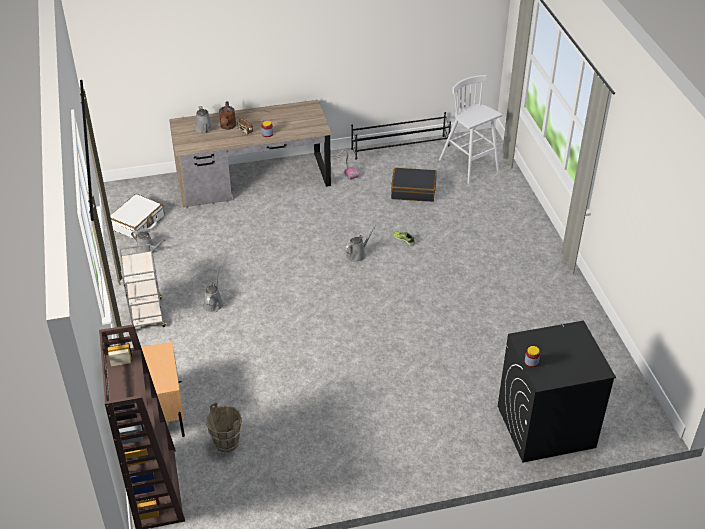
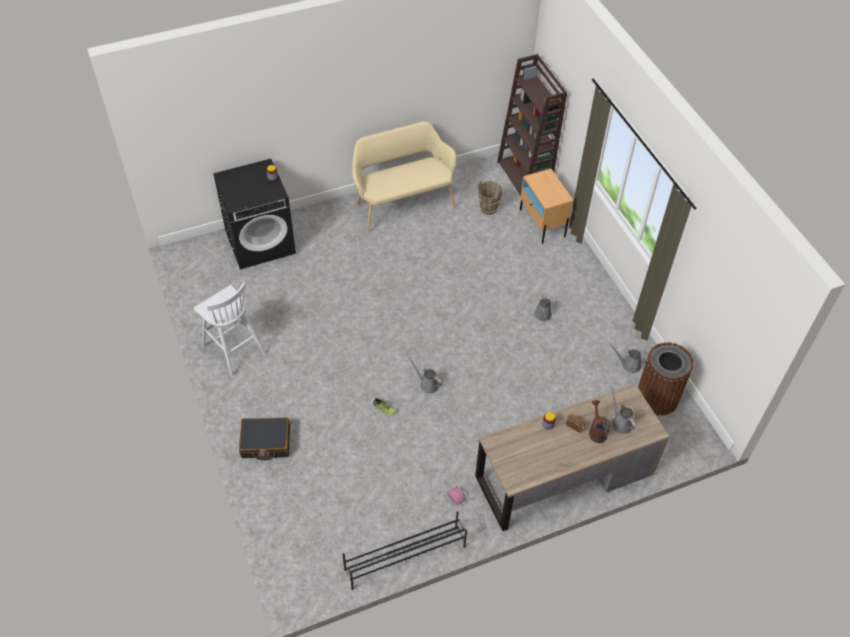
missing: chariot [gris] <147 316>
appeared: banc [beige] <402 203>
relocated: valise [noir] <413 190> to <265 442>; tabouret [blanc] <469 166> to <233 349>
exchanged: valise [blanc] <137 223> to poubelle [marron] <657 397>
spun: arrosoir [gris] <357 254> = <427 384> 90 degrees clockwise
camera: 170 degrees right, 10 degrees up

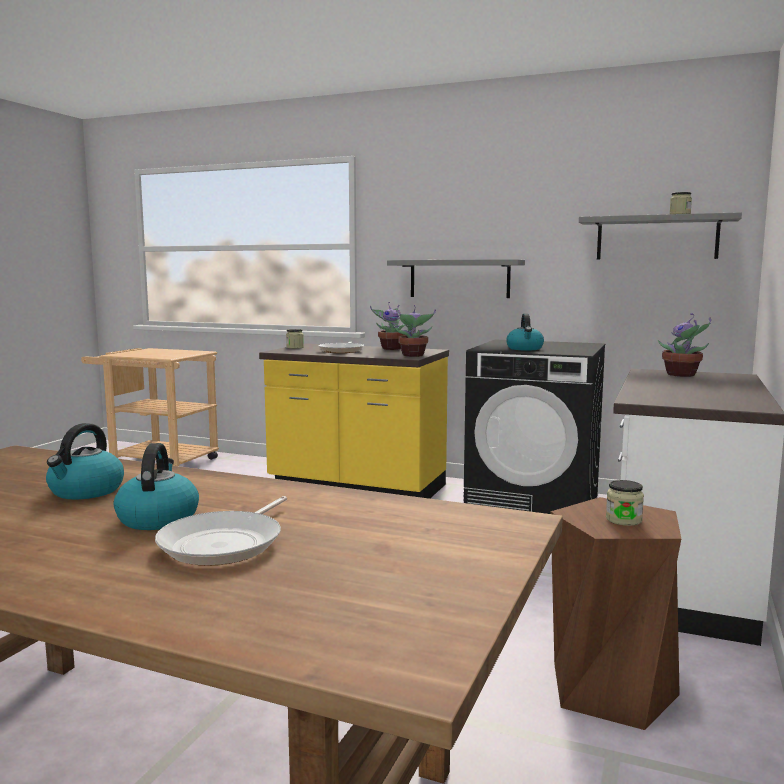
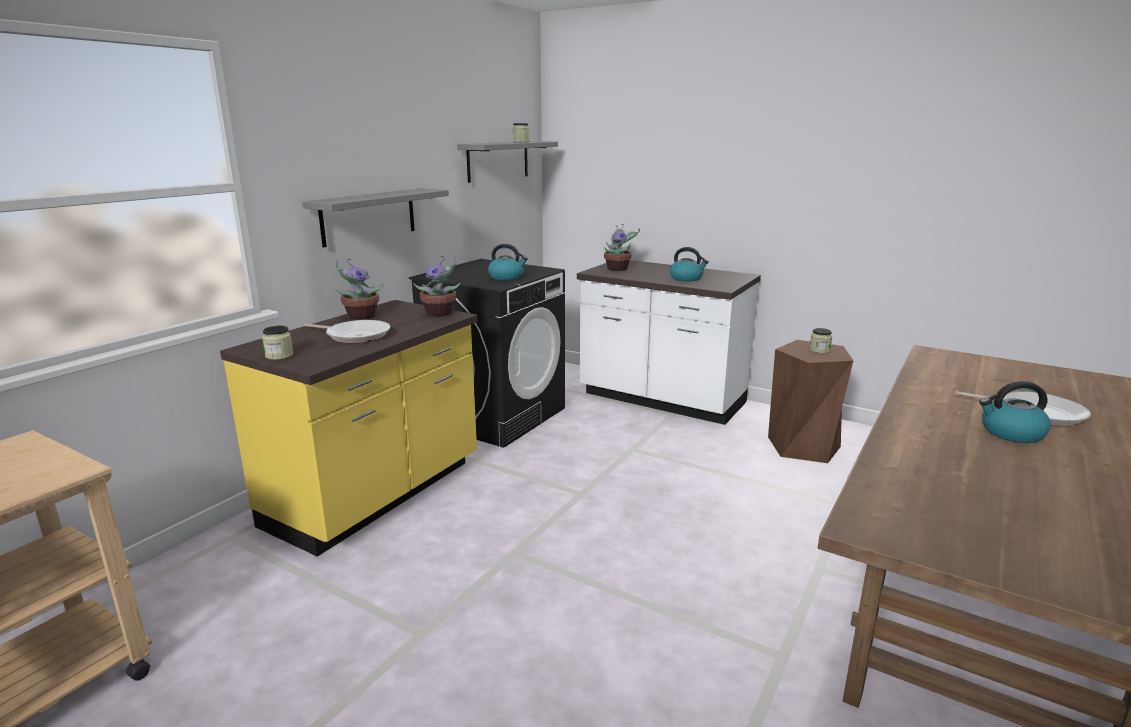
relocated: bouilloire <86 491> to <687 278>
camera: 80 degrees left, 10 degrees up

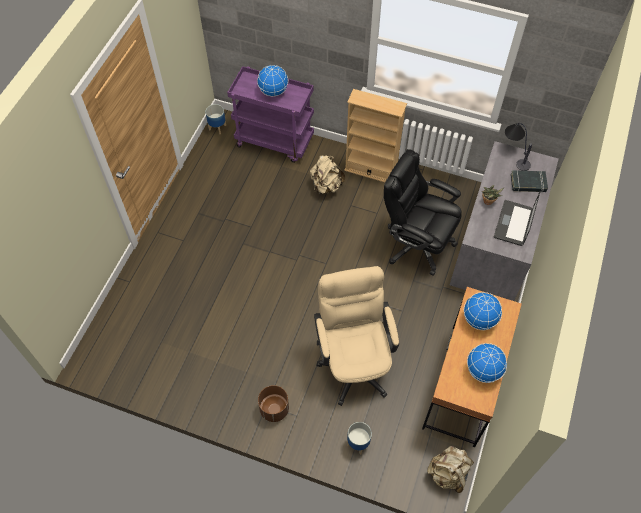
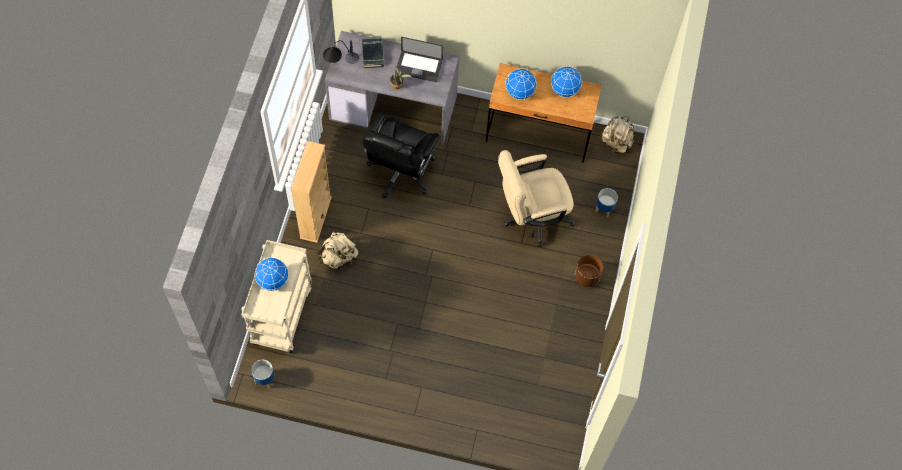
colour: chariot [violet] <275 141> to chariot [beige] <281 314>
camera: 100 degrees left, 5 degrees up

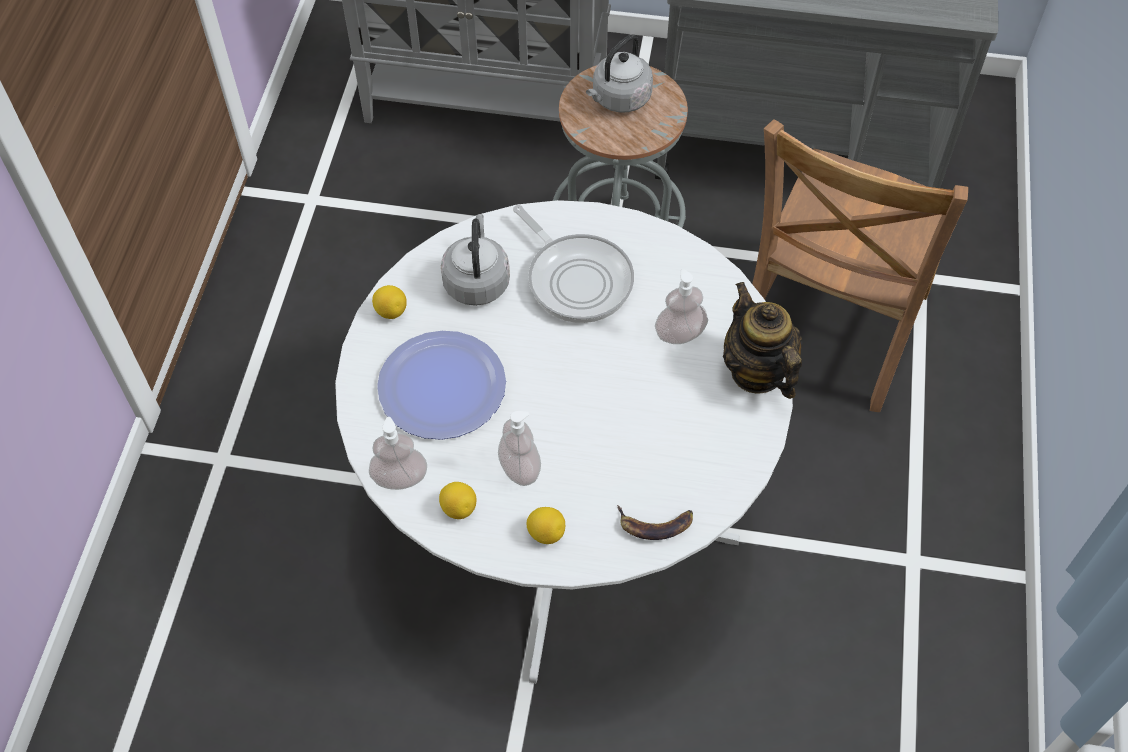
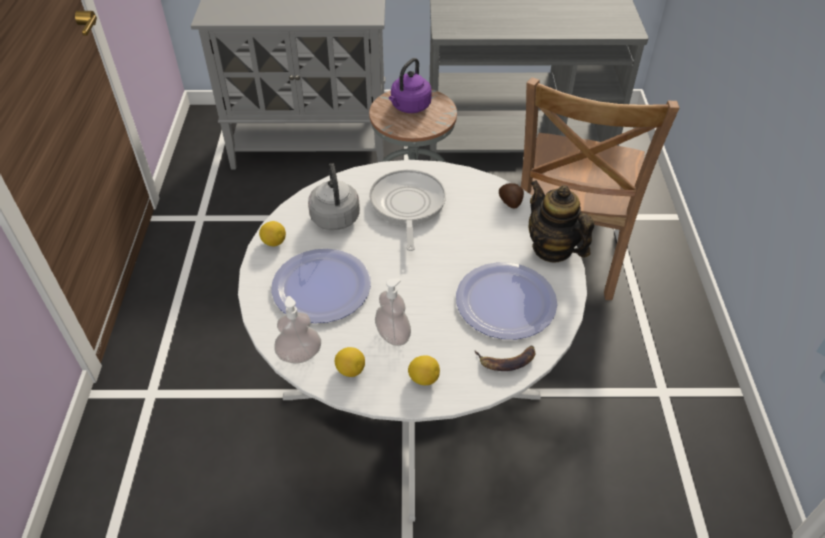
missing: distributeur de savon <680 334>
appeared: assiette <505 301>; pomme de terre <510 203>
colour: bouilloire [gris] <619 99> to bouilloire [violet] <409 107>
spun: poêle <576 278> = <407 206> 135 degrees counterclockwise
camera: 10 degrees left, 10 degrees down

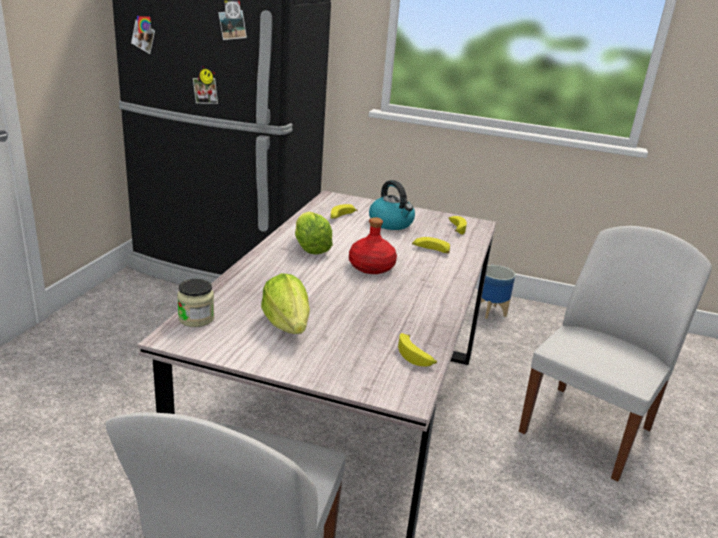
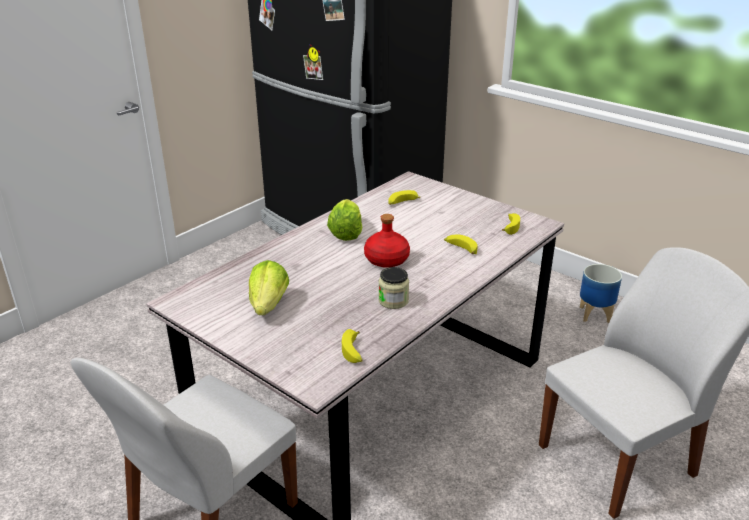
missing: bouilloire <391 223>
relocated: bocal <196 318> to <393 301>
camera: 25 degrees right, 5 degrees up

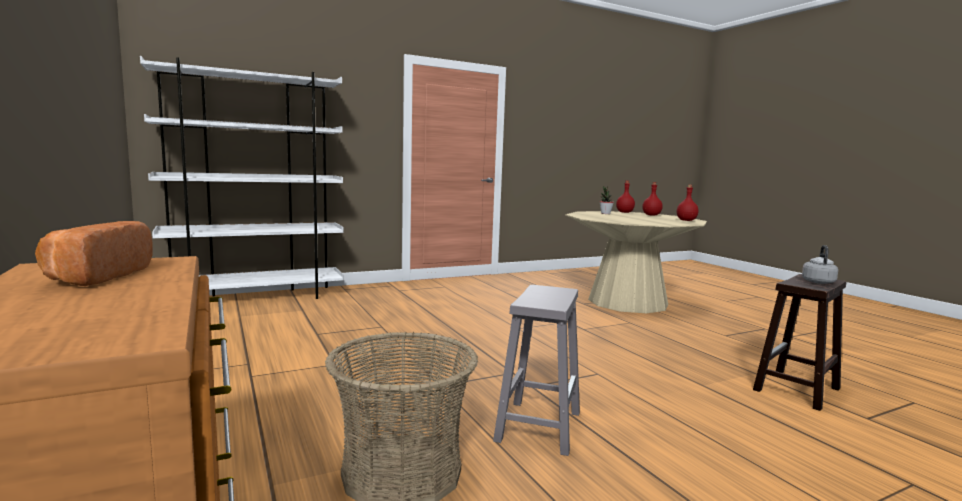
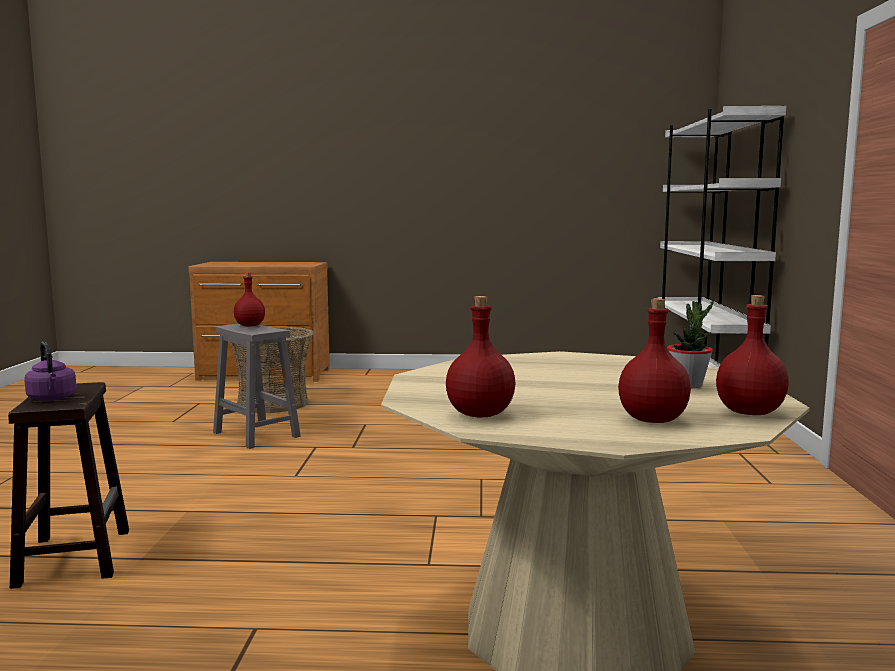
missing: pain <95 276>
appeared: bouteille [rouge] <249 326>
colour: bouilloire [gris] <818 281> to bouilloire [violet] <52 398>
camera: 120 degrees right, 0 degrees up

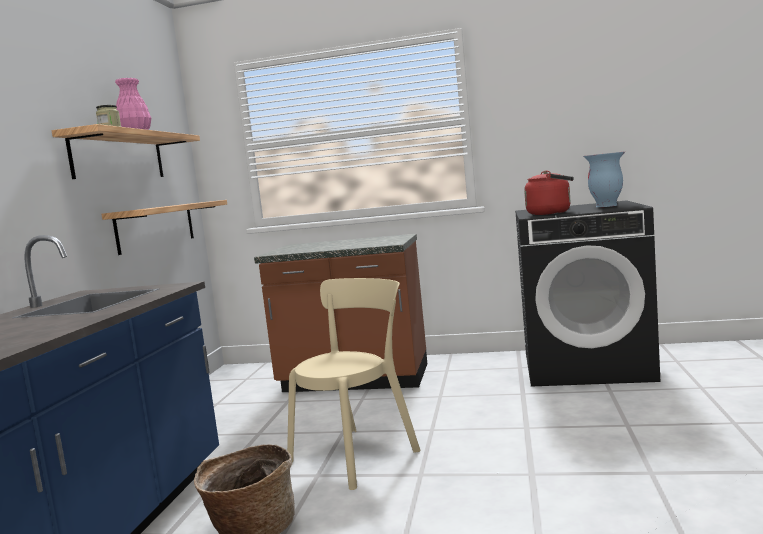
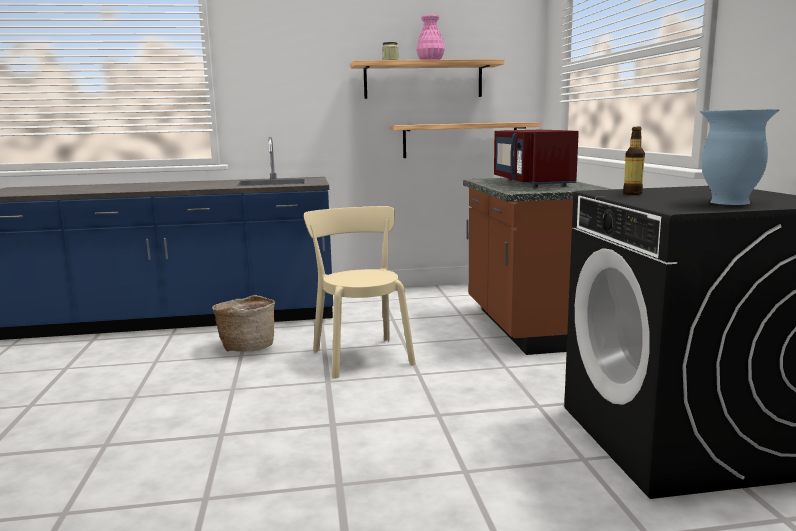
appeared: micro-ondes [rouge] <531 183>
exchanged: bouilloire [rouge] <551 213> to bouteille <632 194>
spun: chaise [beige] <358 454> = <361 355> 135 degrees counterclockwise
camera: 70 degrees right, 5 degrees up

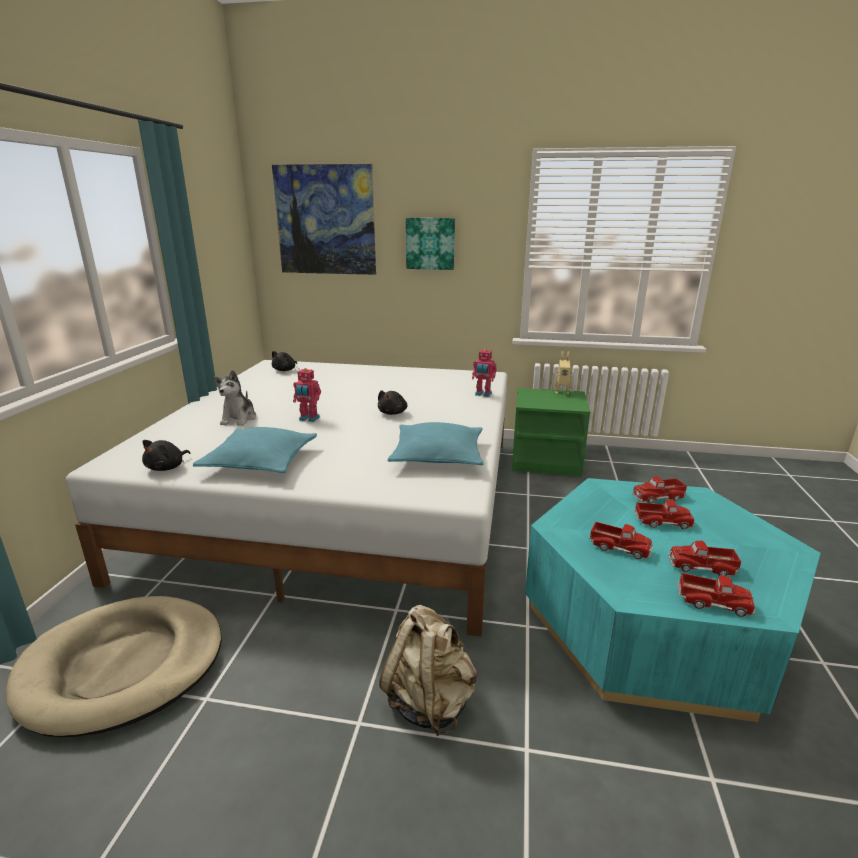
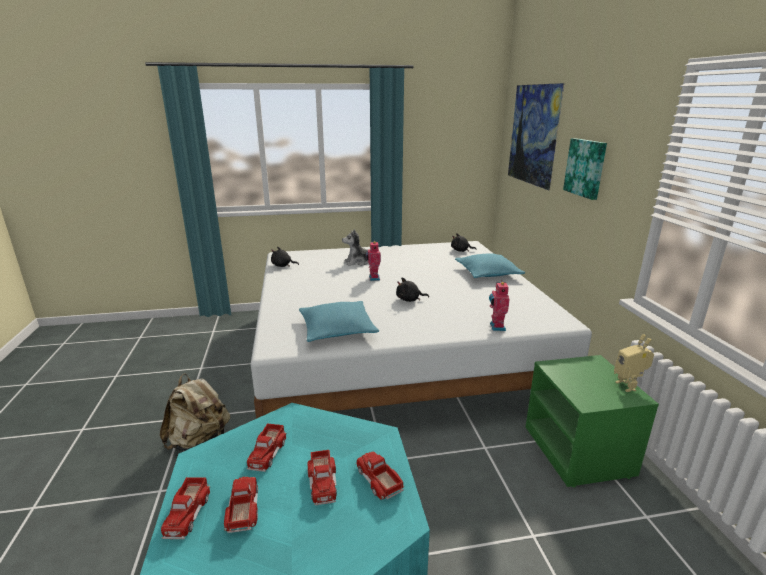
missing: panier pour chien [beige] <123 667>
relocated: coussin [turquoise] <260 461> to <487 273>
camera: 70 degrees right, 0 degrees up

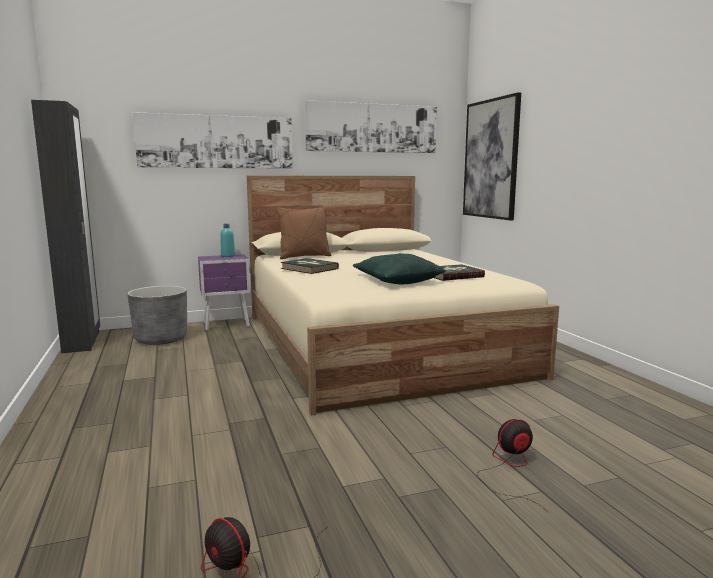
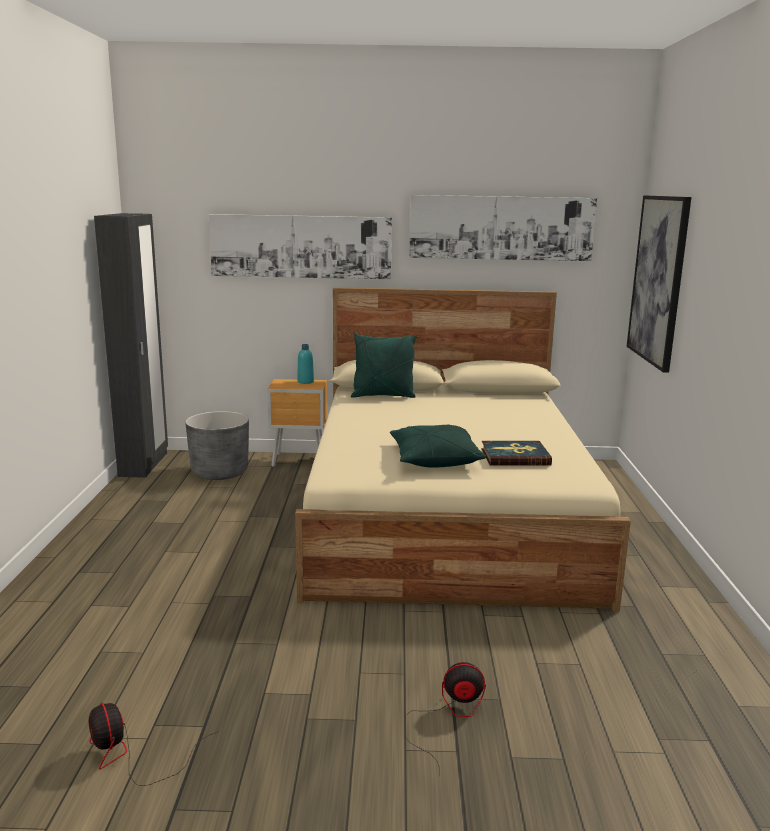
missing: livre <309 268>
colour: table de chevet [violet] <227 325> to table de chevet [marron] <300 461>; coussin [marron] <304 257> to coussin [vert] <383 396>
camera: 20 degrees right, 5 degrees up

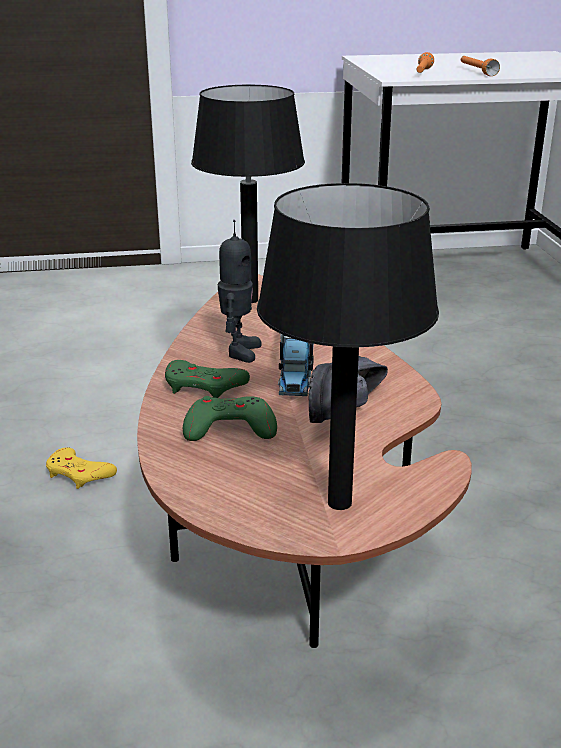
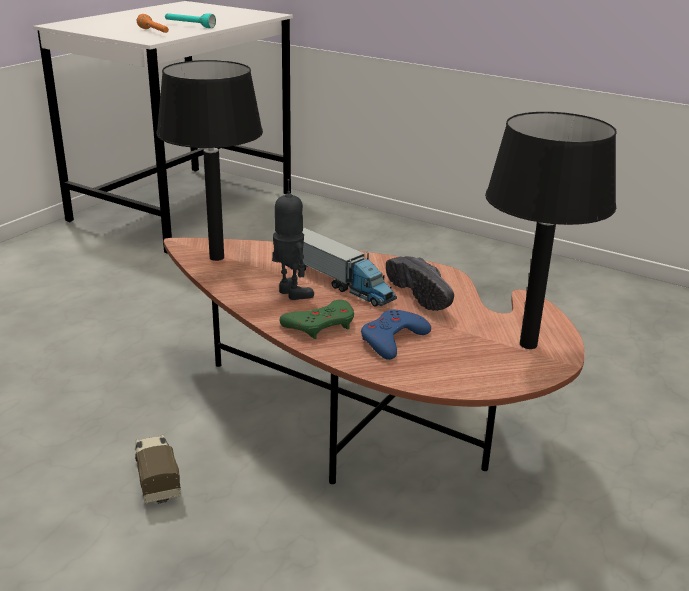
exchanged: manette [jaune] <79 473> to camion jouet <157 477>
colour: manette [vert] <229 427> to manette [bleu] <392 339>; lampe de poche [orange] <476 71> to lampe de poche [turquoise] <189 25>
camera: 50 degrees left, 0 degrees up

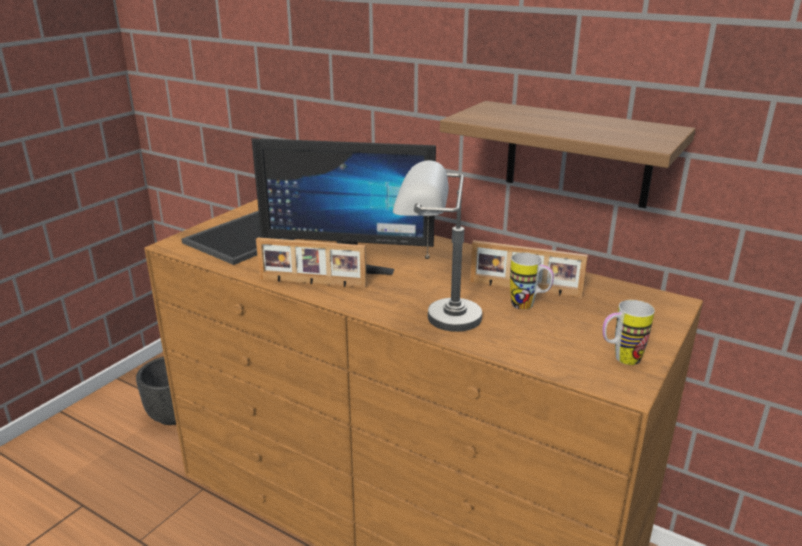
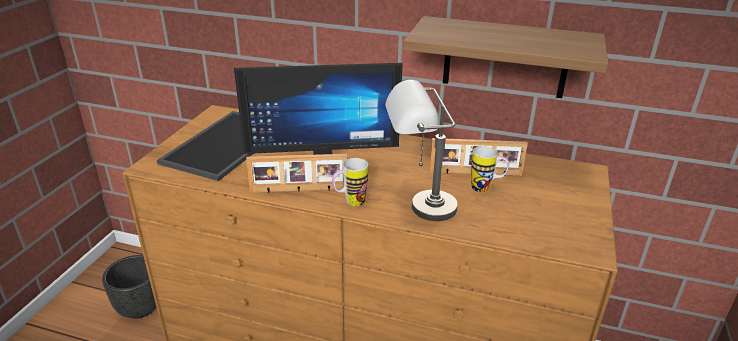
relocated: mug <620 359> to <350 203>
camera: 15 degrees left, 5 degrees up

